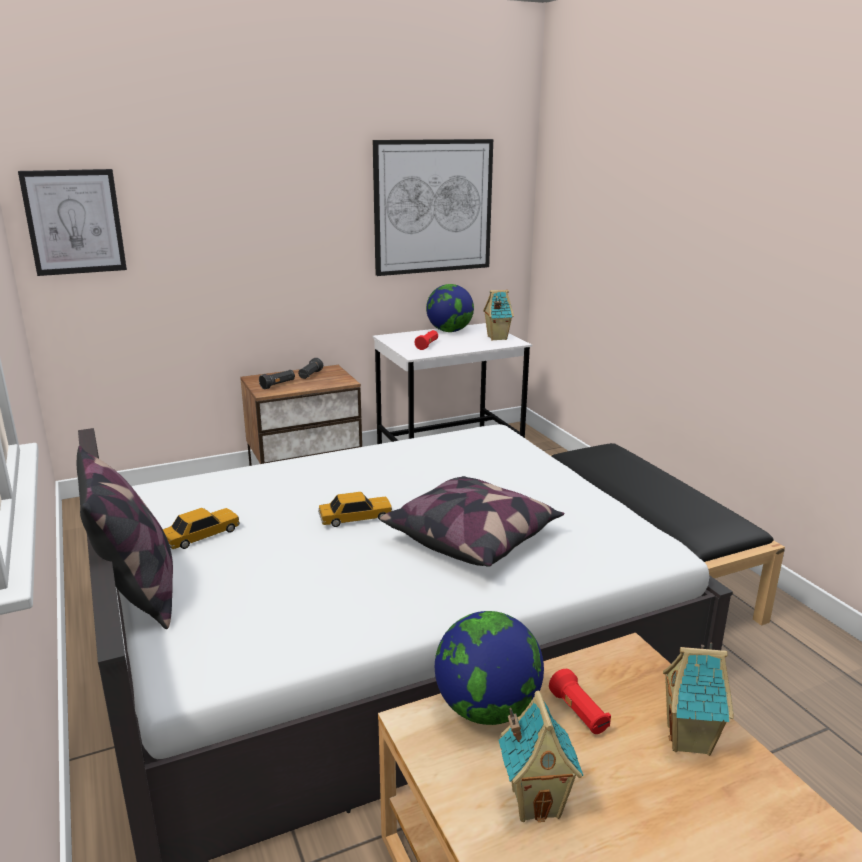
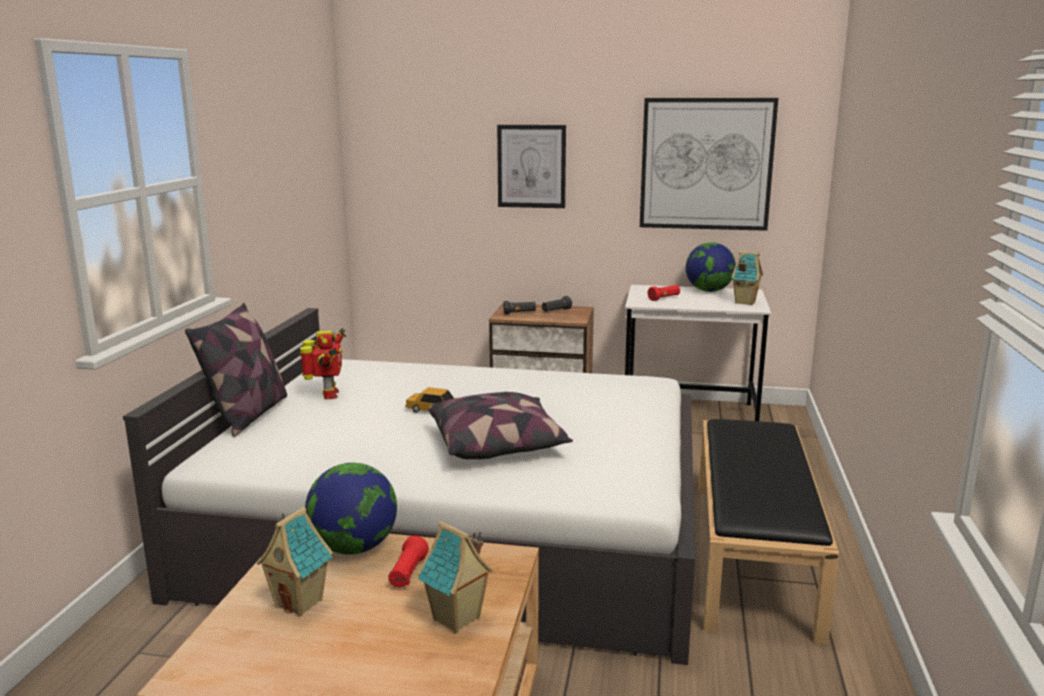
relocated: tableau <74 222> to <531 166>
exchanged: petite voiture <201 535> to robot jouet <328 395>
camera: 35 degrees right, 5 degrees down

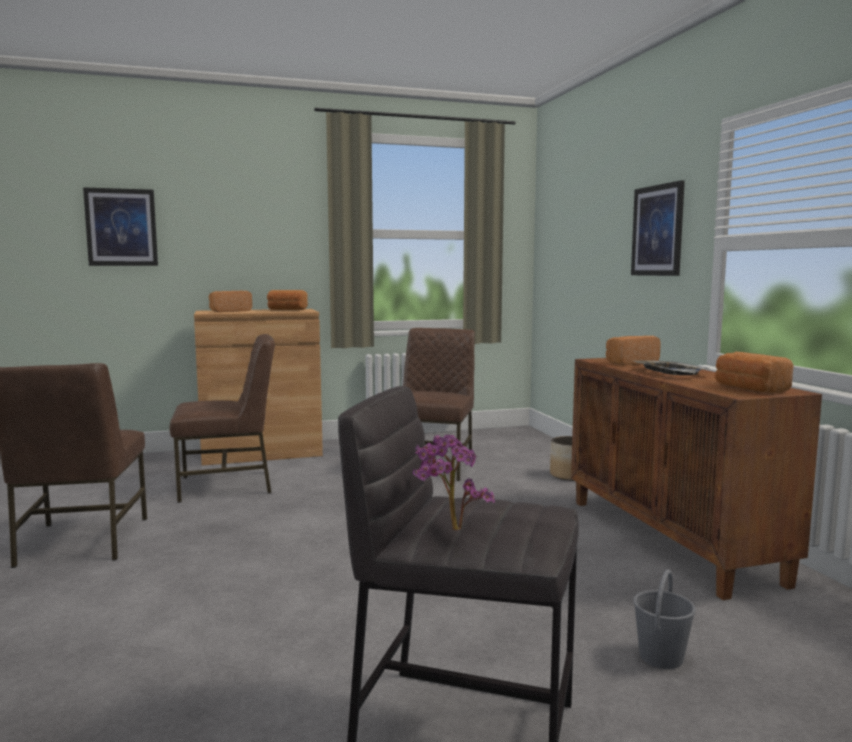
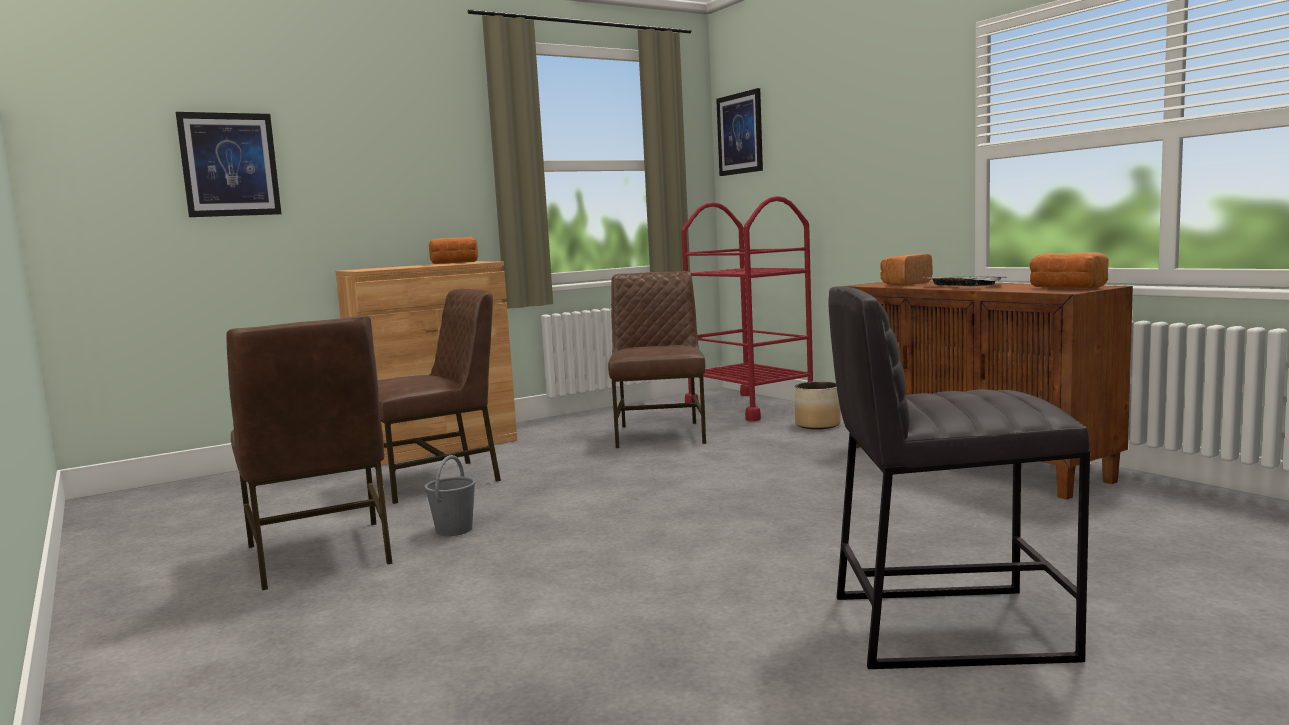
missing: pain <229 311>; plante en pot <449 530>
appeared: chariot [rouge] <750 406>
relocated: tableau <657 230> to <740 133>; seau [gris] <661 656> to <454 530>
camera: 15 degrees left, 0 degrees up

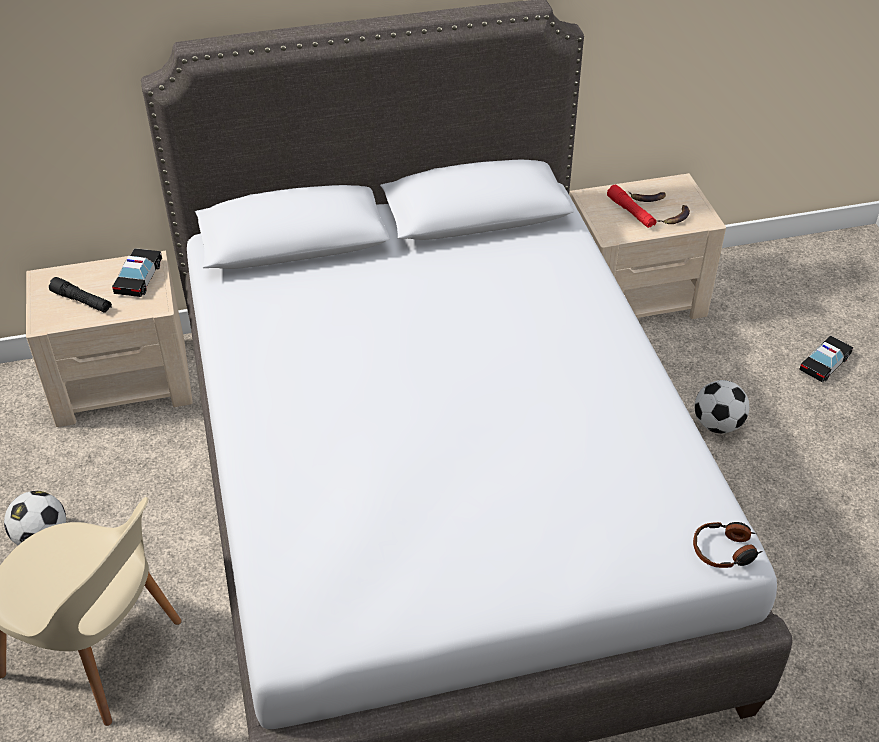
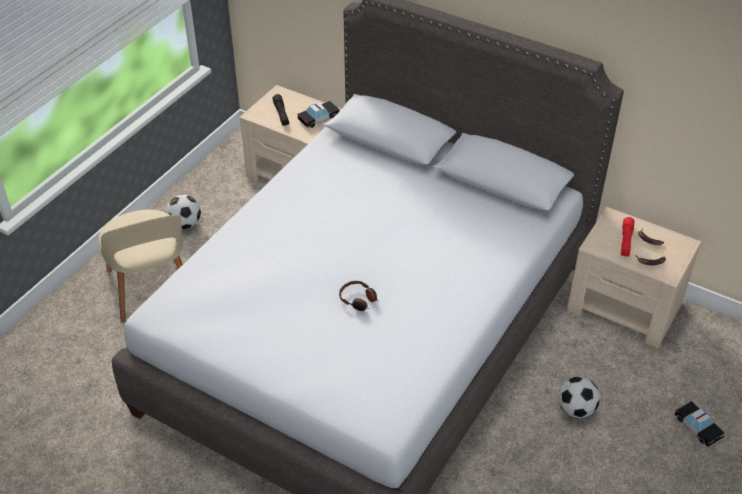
relocated: casque audio <725 551> to <358 300>
spun: petite voiture <824 364> = <698 427> 60 degrees clockwise
camera: 45 degrees right, 0 degrees up

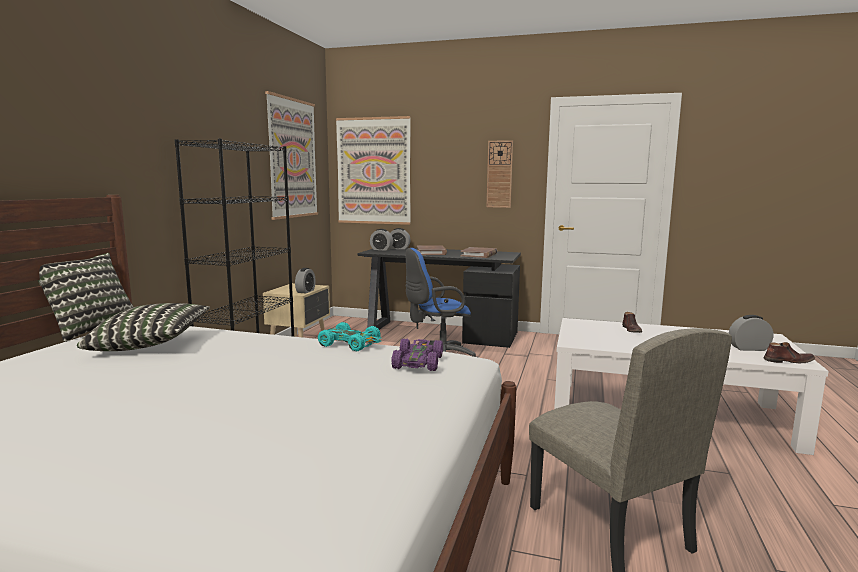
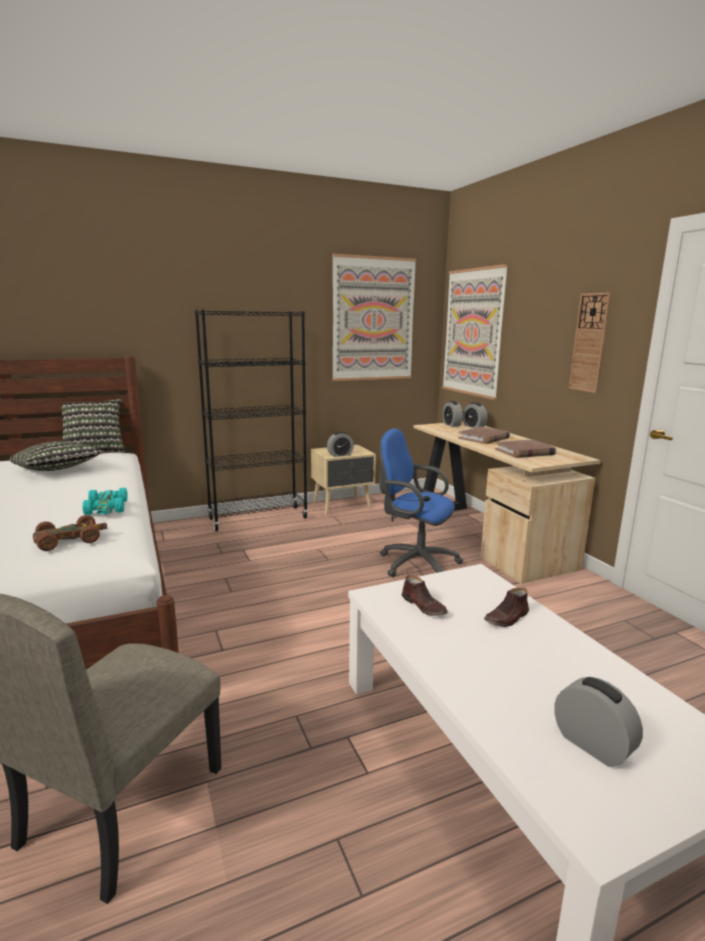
relocated: chaussure [marron] <788 361> to <424 606>
colour: bureau [noir] <439 332> to bureau [beige] <486 536>; petite voiture [violet] <418 362> to petite voiture [marron] <70 540>
camera: 50 degrees right, 5 degrees up

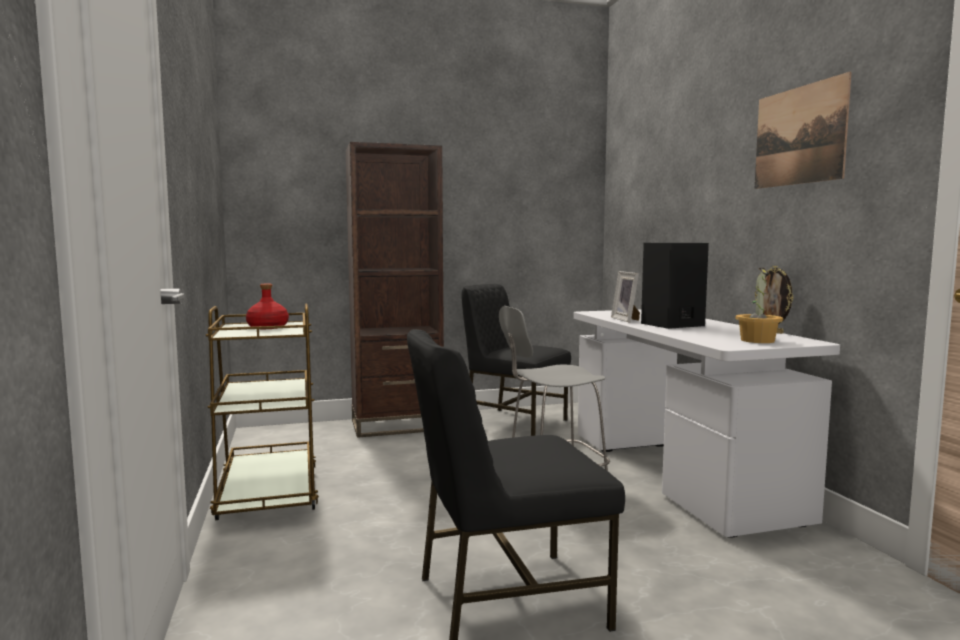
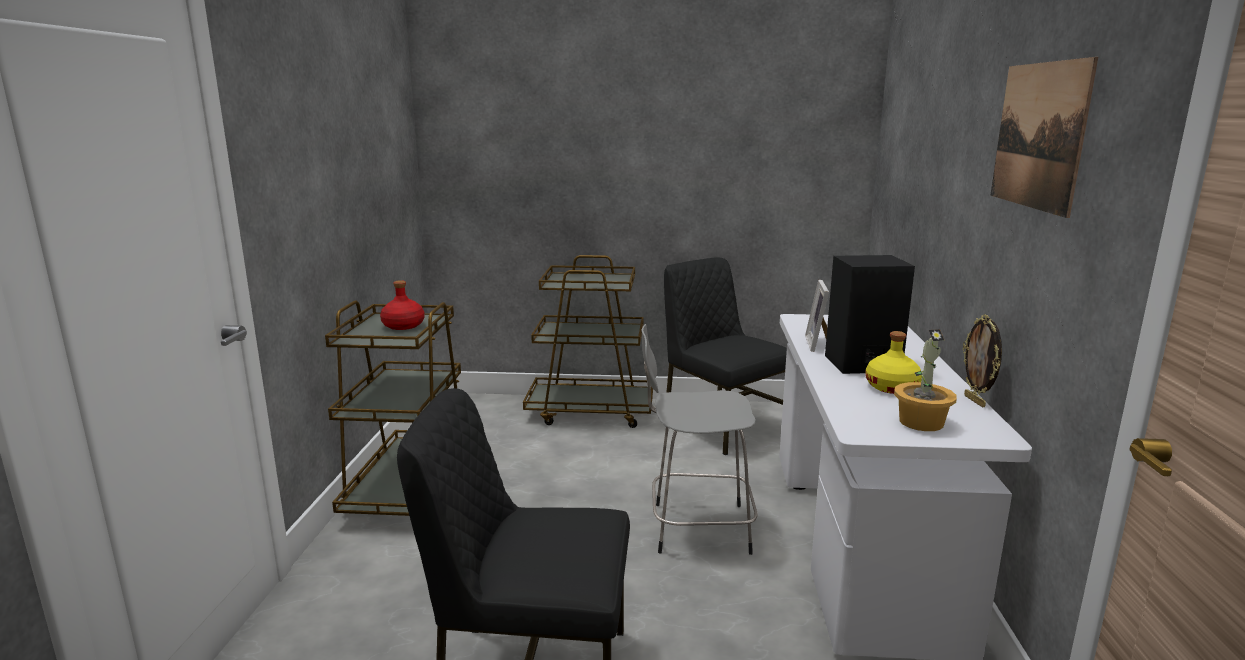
appeared: bouteille [jaune] <892 387>
exchanged: bibliothèque [marron] <397 425> to chariot [marron] <591 411>
camera: 20 degrees right, 10 degrees up

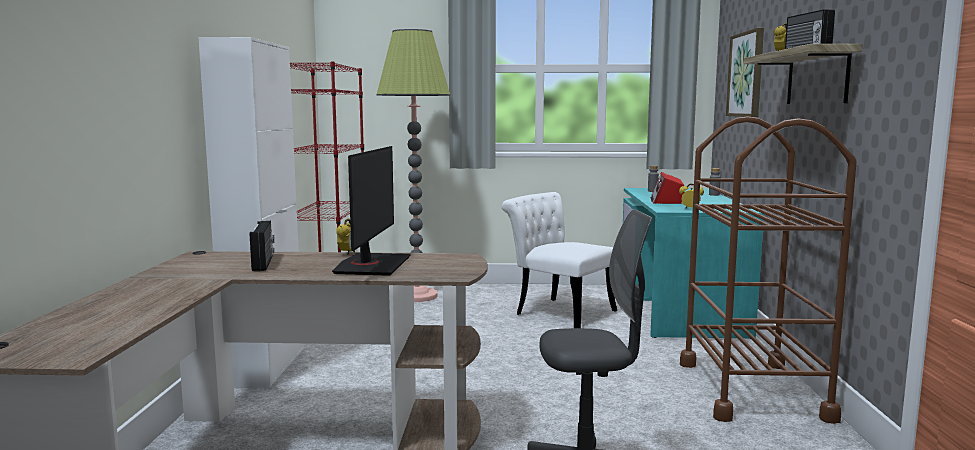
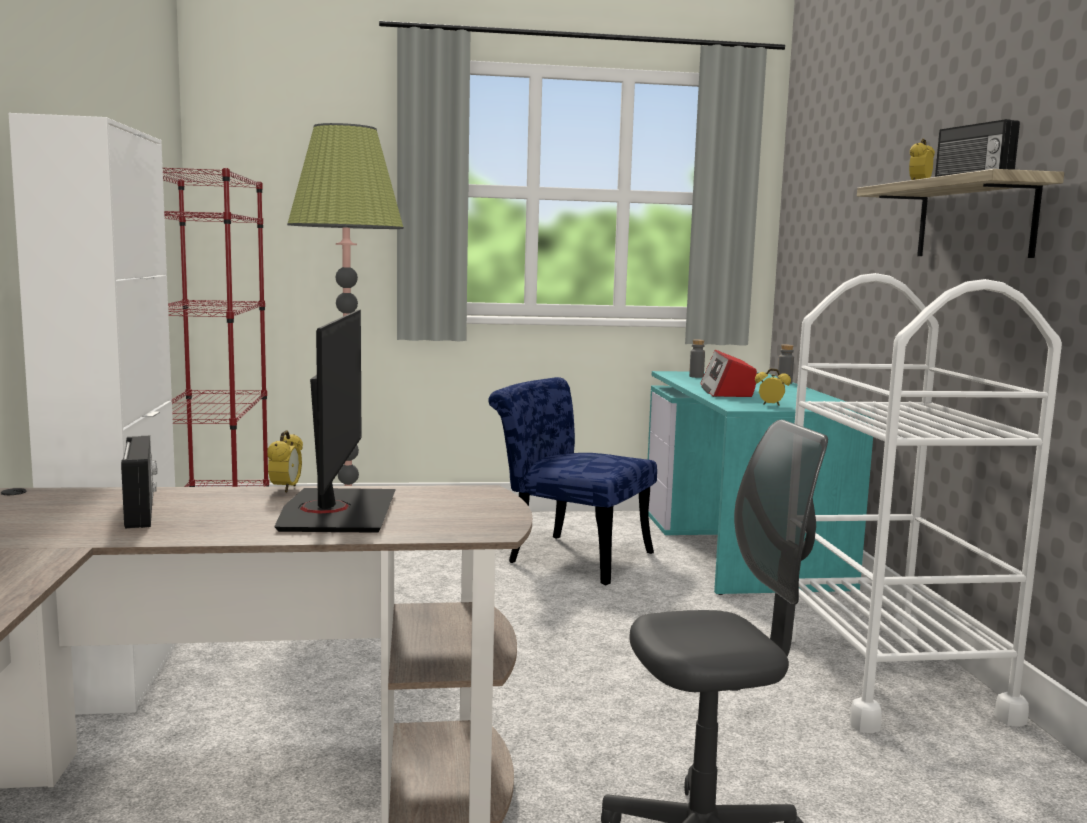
missing: tableau <746 74>
colour: chaise [blanc] <558 311> to chaise [bleu] <569 556>; chariot [marron] <752 390> to chariot [blanc] <887 676>
camera: 10 degrees left, 0 degrees up

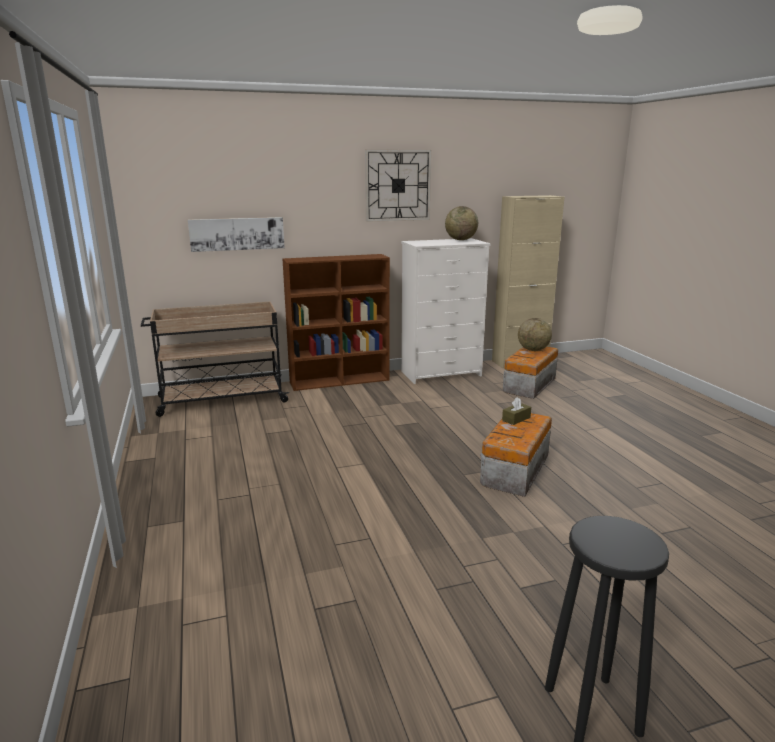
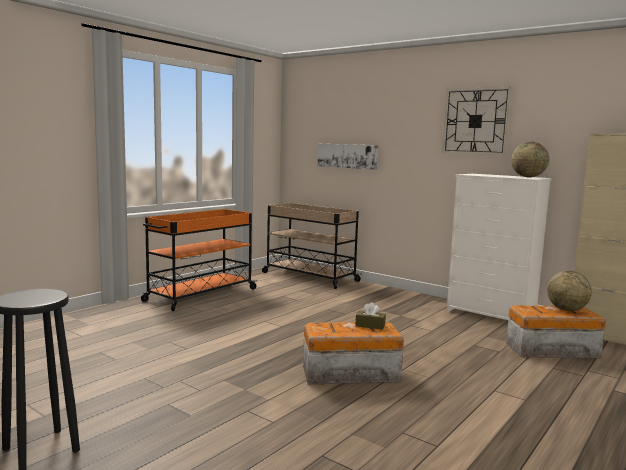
missing: bibliothèque [marron] <340 381>
appeared: chariot [orange] <200 295>
camera: 55 degrees right, 10 degrees down

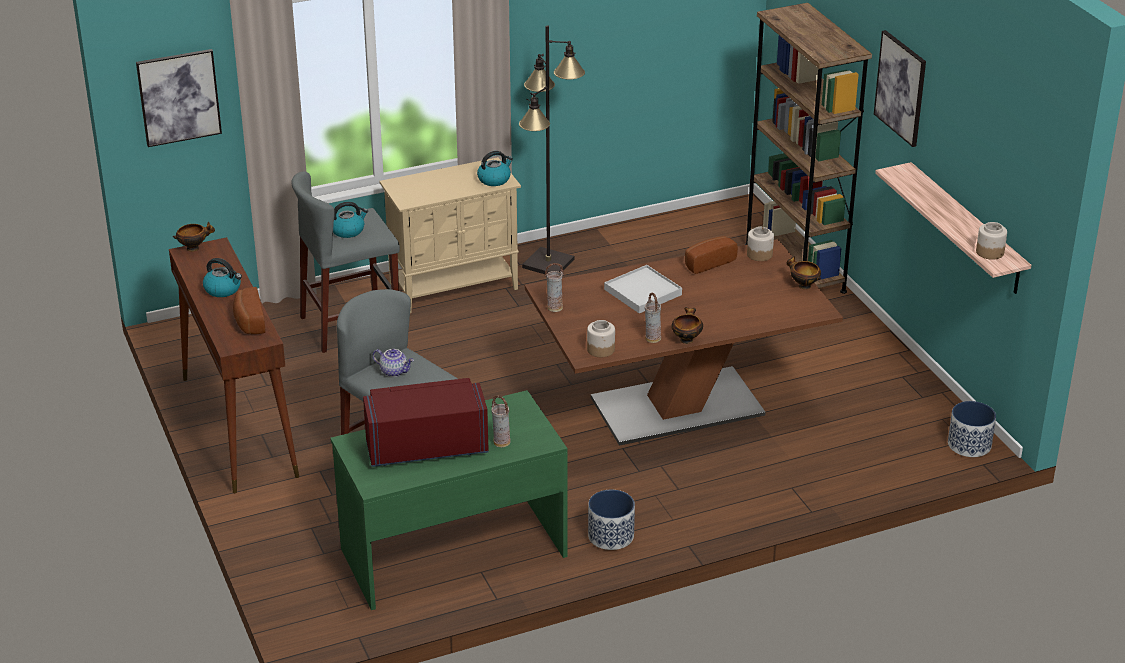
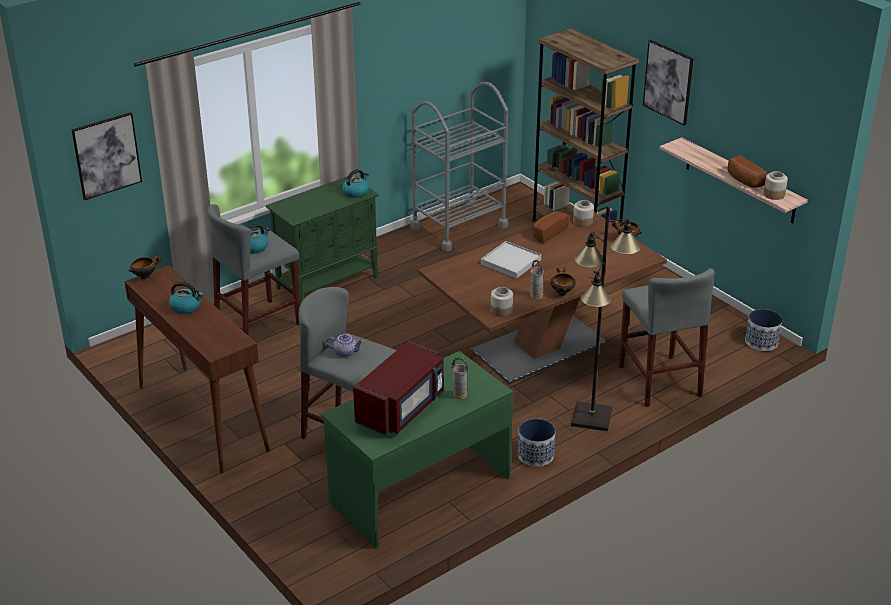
missing: vase <554 307>
appeared: chariot [gris] <459 227>; tabouret [gris] <659 381>
relocated: pain <248 321> to <743 180>; lampadaire [noir] <548 264> to <592 418>
colour: meuble de rangement [beige] <455 287> to meuble de rangement [vert] <328 282>
spun: micro-ondes [rouge] <426 446> = <402 408> 150 degrees clockwise
camera: 15 degrees left, 0 degrees up

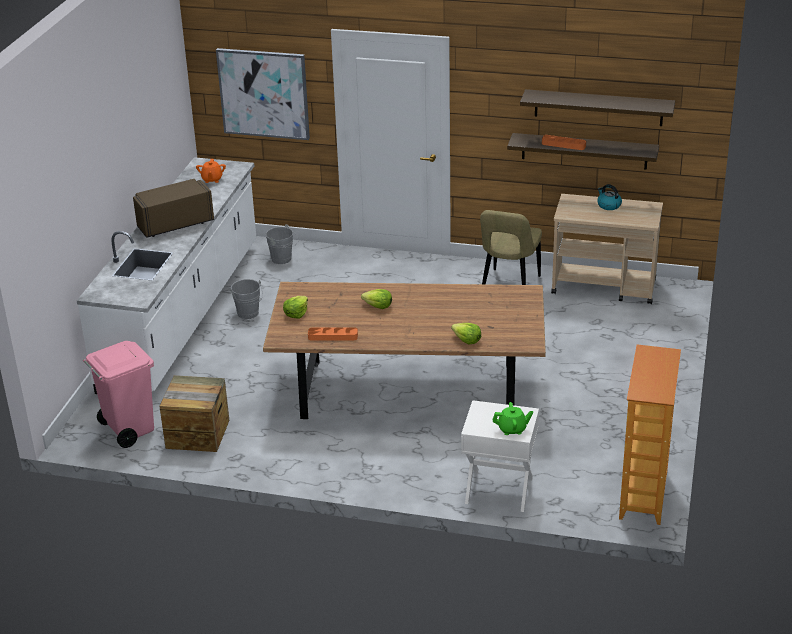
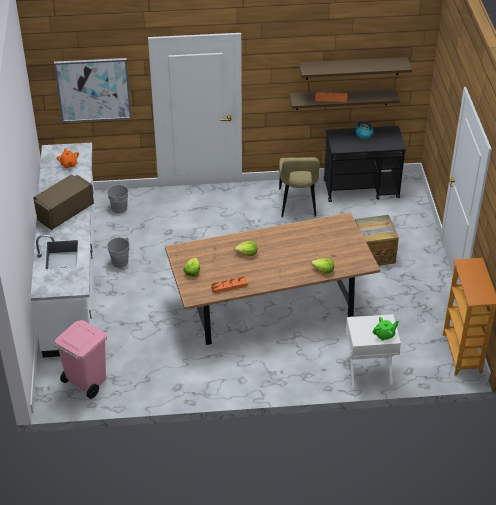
relocated: caisse <197 434> to <374 254>
colour: chariot [beige] <604 286> to chariot [noir] <361 189>
camera: 20 degrees left, 10 degrees up

